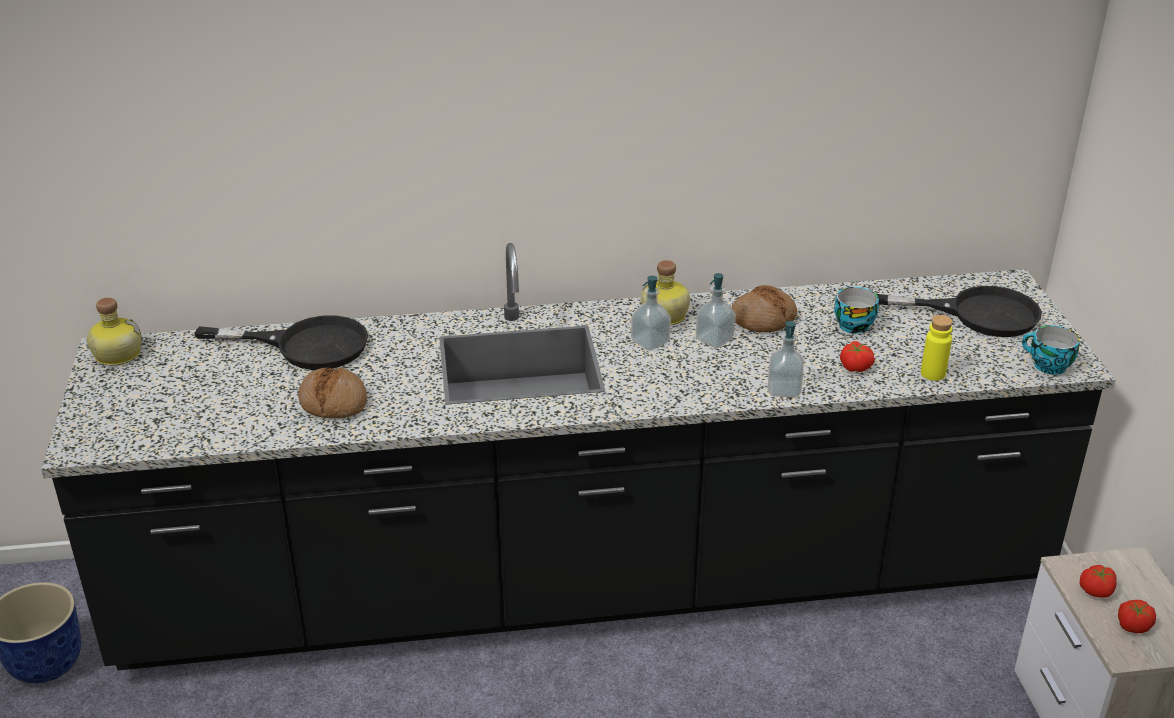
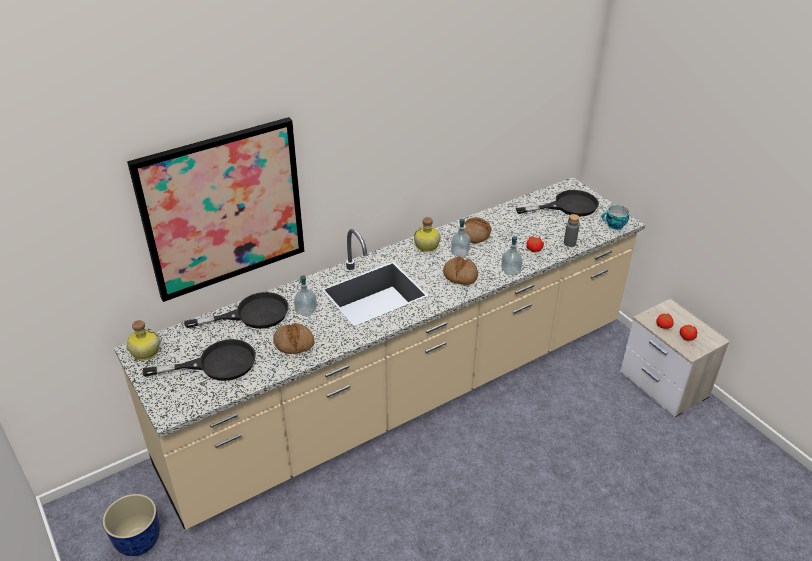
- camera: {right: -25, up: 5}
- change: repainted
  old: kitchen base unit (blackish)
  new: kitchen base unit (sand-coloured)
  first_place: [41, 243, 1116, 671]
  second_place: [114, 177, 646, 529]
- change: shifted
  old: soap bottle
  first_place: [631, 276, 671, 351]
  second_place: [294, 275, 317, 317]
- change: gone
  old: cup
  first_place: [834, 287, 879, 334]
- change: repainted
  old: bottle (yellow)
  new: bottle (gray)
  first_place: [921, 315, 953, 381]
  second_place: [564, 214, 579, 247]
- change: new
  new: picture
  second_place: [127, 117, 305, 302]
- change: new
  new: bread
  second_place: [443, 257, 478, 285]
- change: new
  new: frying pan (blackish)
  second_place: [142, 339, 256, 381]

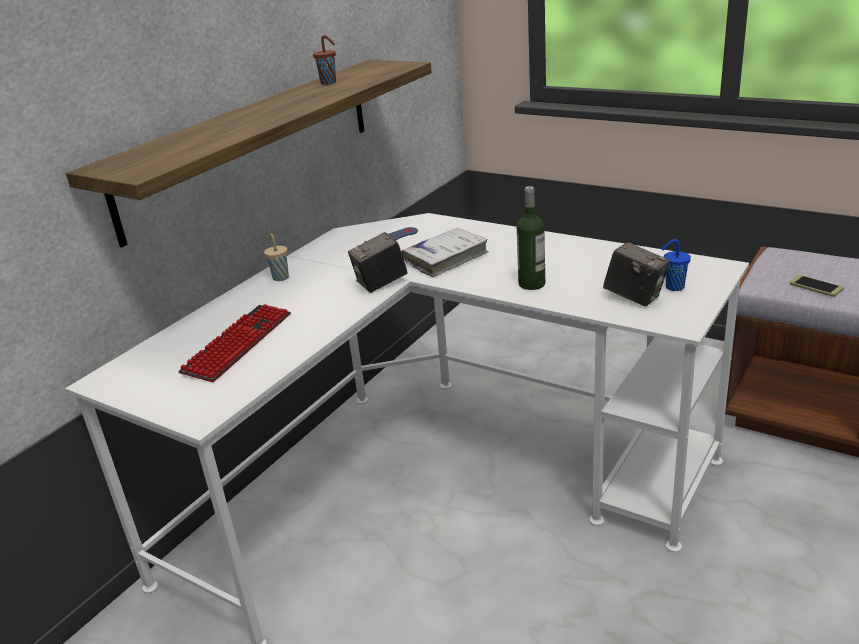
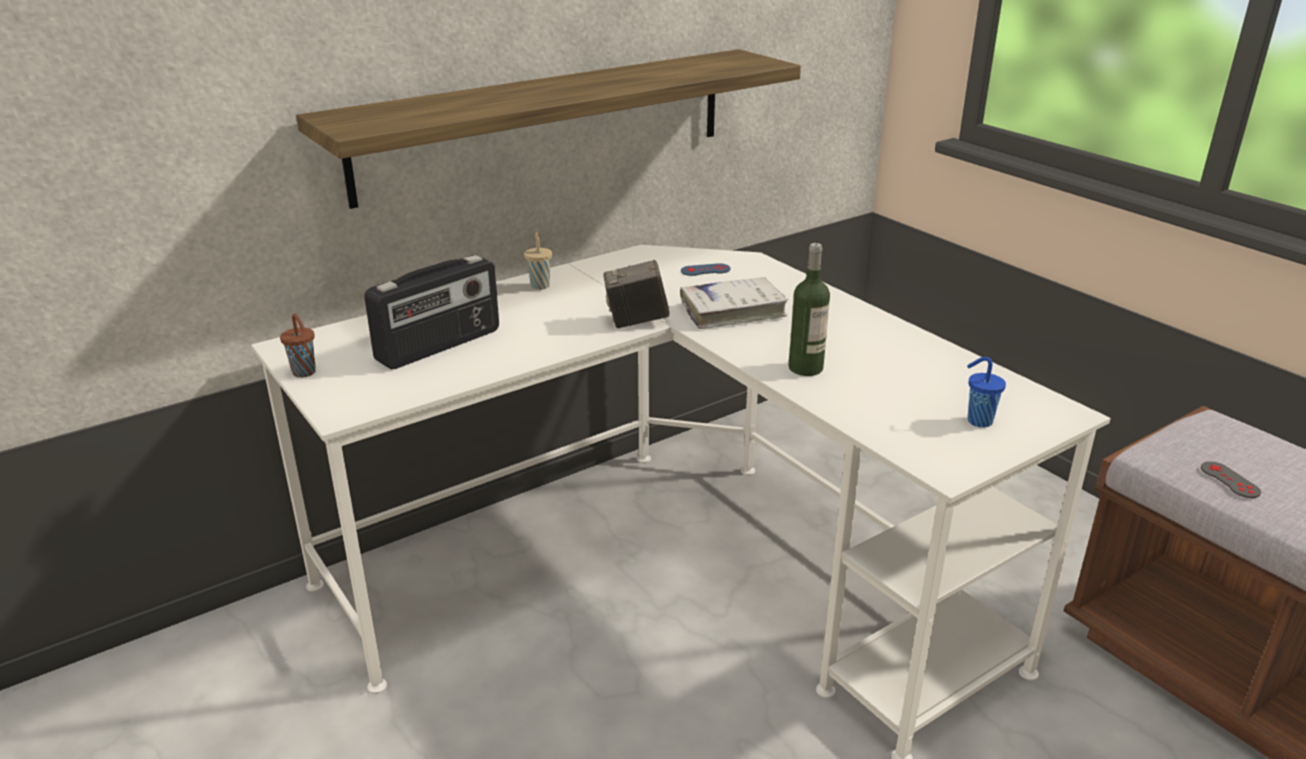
- camera: {right: 20, up: 0}
- change: shifted
  old: cup (brownish)
  first_place: [313, 35, 336, 85]
  second_place: [280, 314, 316, 378]
- change: gone
  old: still camera
  first_place: [603, 242, 670, 306]
- change: swapped
  old: telephone
  new: joypad (gray)
  first_place: [790, 275, 844, 297]
  second_place: [1201, 461, 1261, 498]
- change: swapped
  old: keyboard
  new: radio set
  first_place: [178, 304, 291, 382]
  second_place: [364, 255, 499, 370]

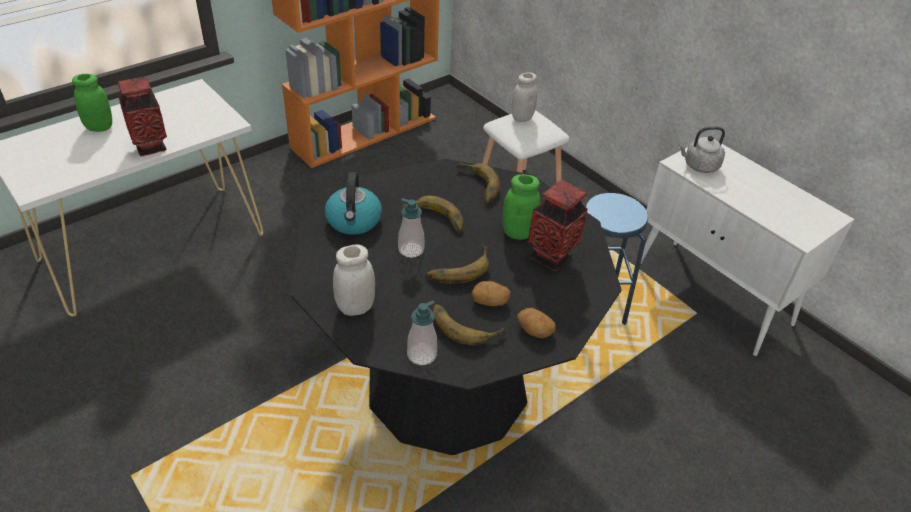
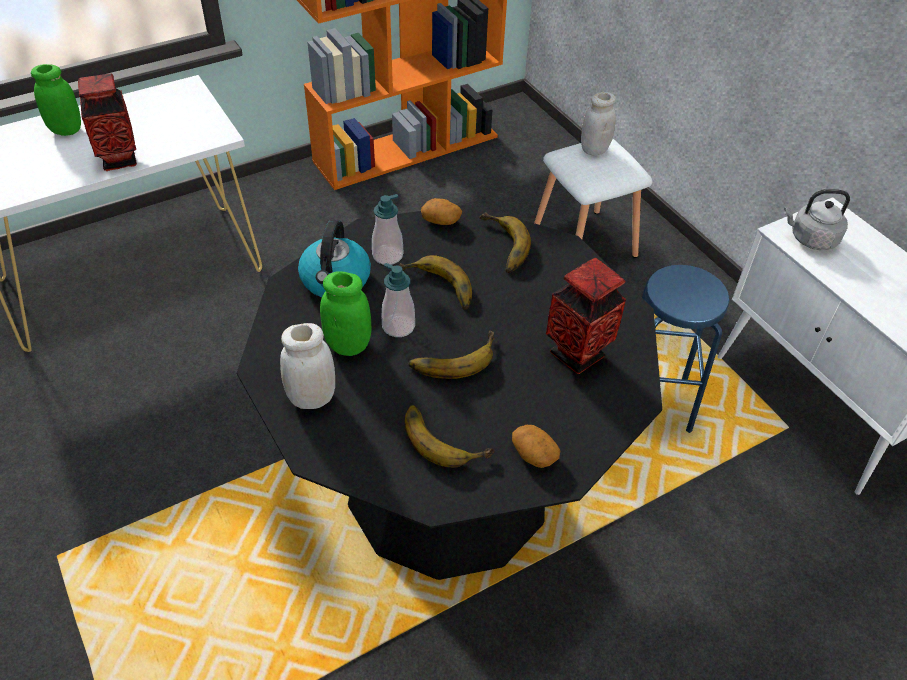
- camera: {right: 10, up: 5}
- change: shifted
  old: preserve jar (green-coloured)
  first_place: [502, 174, 540, 240]
  second_place: [320, 271, 371, 356]
- change: shifted
  old: whole potato
  first_place: [471, 281, 511, 306]
  second_place: [421, 198, 462, 225]
- change: shifted
  old: soap bottle
  first_place: [407, 300, 437, 365]
  second_place: [372, 194, 403, 265]

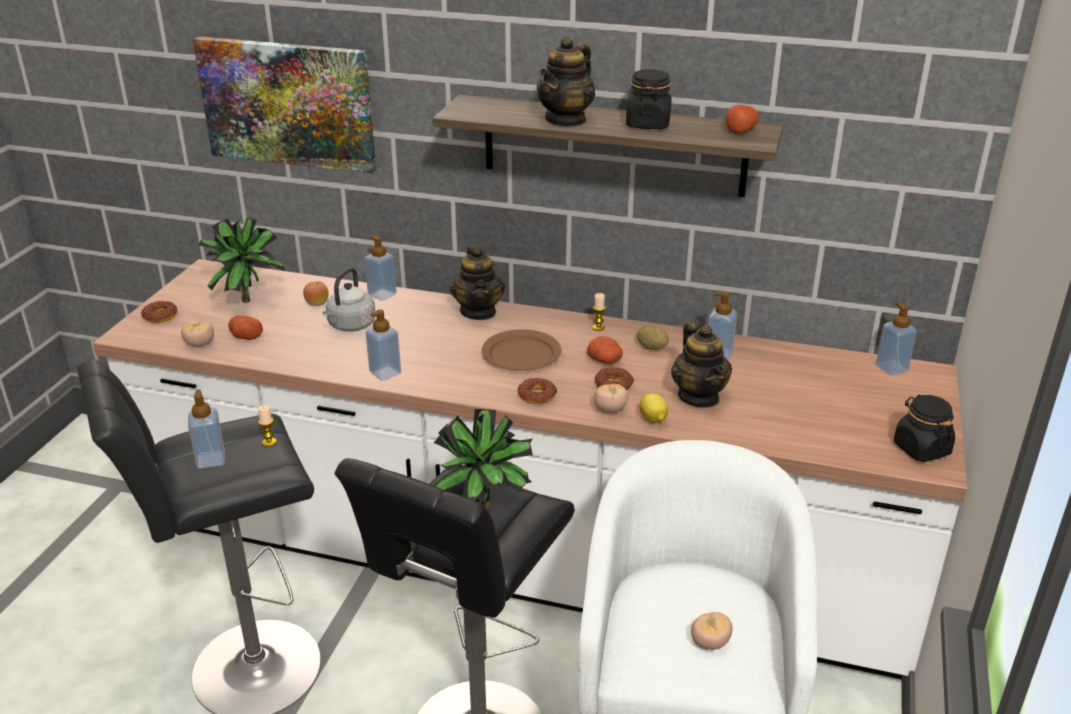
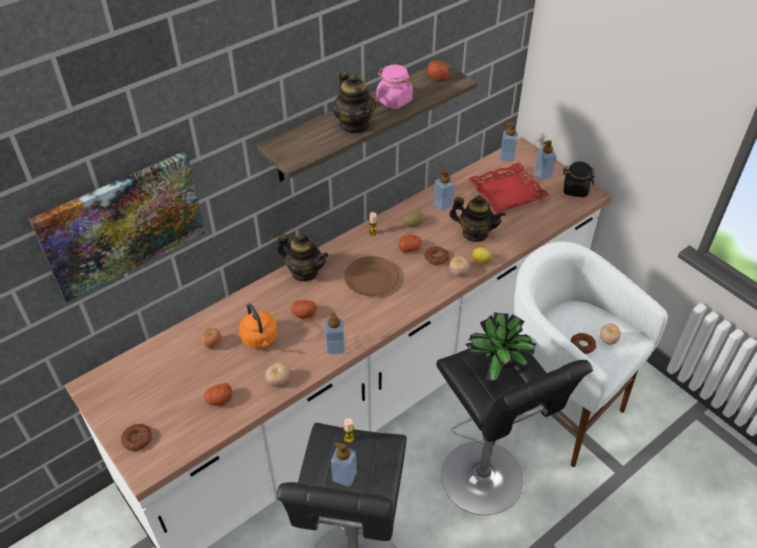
- camera: {right: -55, up: 15}
- change: repainted
  old: preserve jar (blackish)
  new: preserve jar (pink)
  first_place: [626, 69, 672, 129]
  second_place: [377, 65, 413, 109]
- change: gone
  old: houseplant
  first_place: [198, 218, 285, 303]
- change: shifted
  old: soap bottle
  first_place: [365, 235, 397, 301]
  second_place: [534, 140, 557, 180]
- change: repainted
  old: tea kettle (gray)
  new: tea kettle (orange-coloured)
  first_place: [323, 268, 375, 332]
  second_place: [239, 303, 277, 349]
- change: shifted
  old: fresh tomato
  first_place: [181, 321, 214, 347]
  second_place: [265, 363, 289, 386]
- change: shifted
  old: doughnut
  first_place: [518, 378, 557, 404]
  second_place: [571, 333, 596, 354]
- change: new
  new: tray (red)
  second_place: [467, 162, 549, 213]
- change: new
  new: whole potato
  second_place: [291, 300, 317, 319]

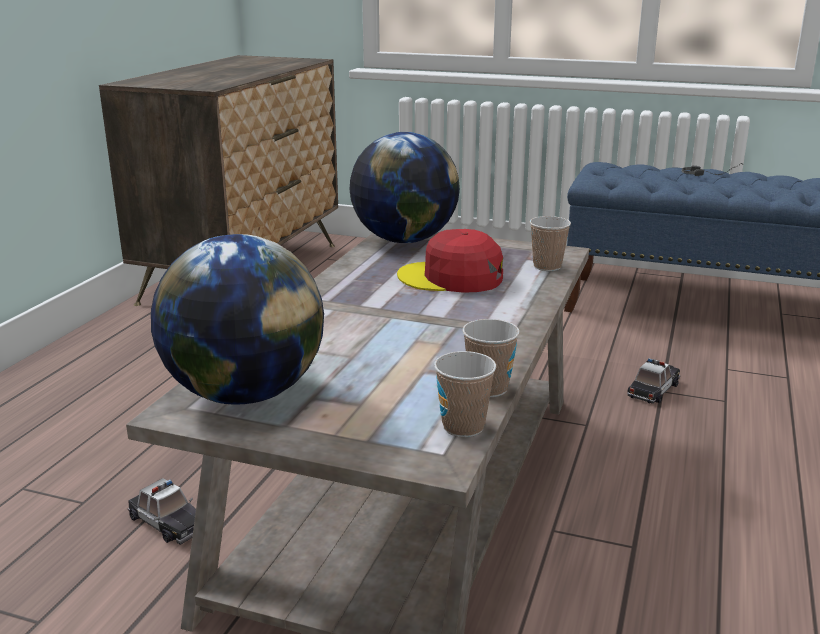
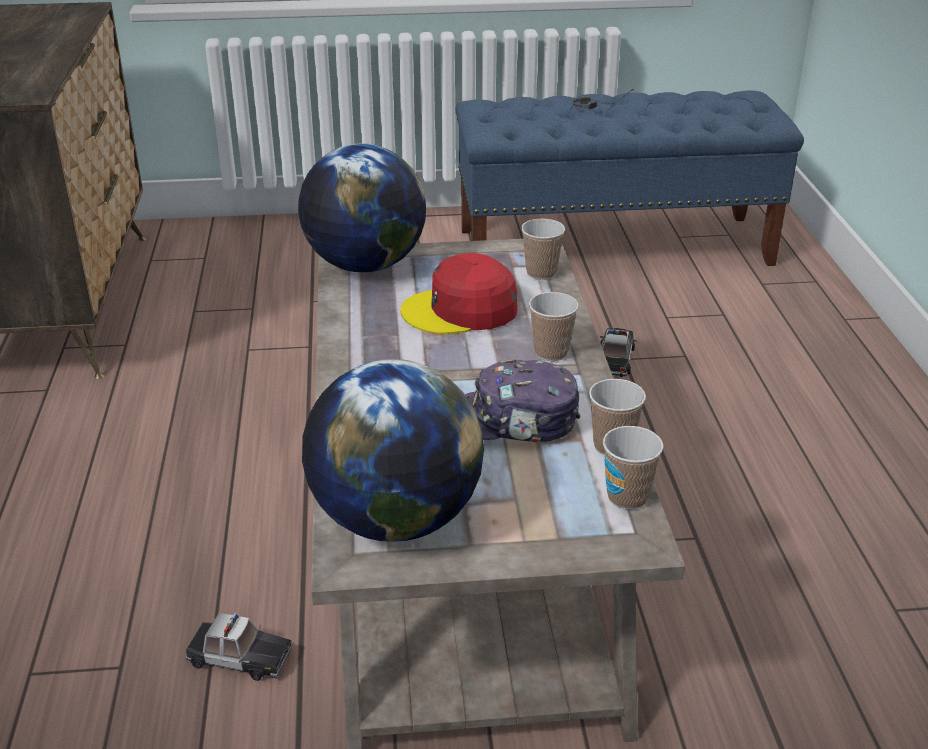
- camera: {right: -25, up: 10}
- change: new
  new: cup
  second_place: [529, 292, 579, 361]
- change: new
  new: baseball cap
  second_place: [465, 359, 581, 442]

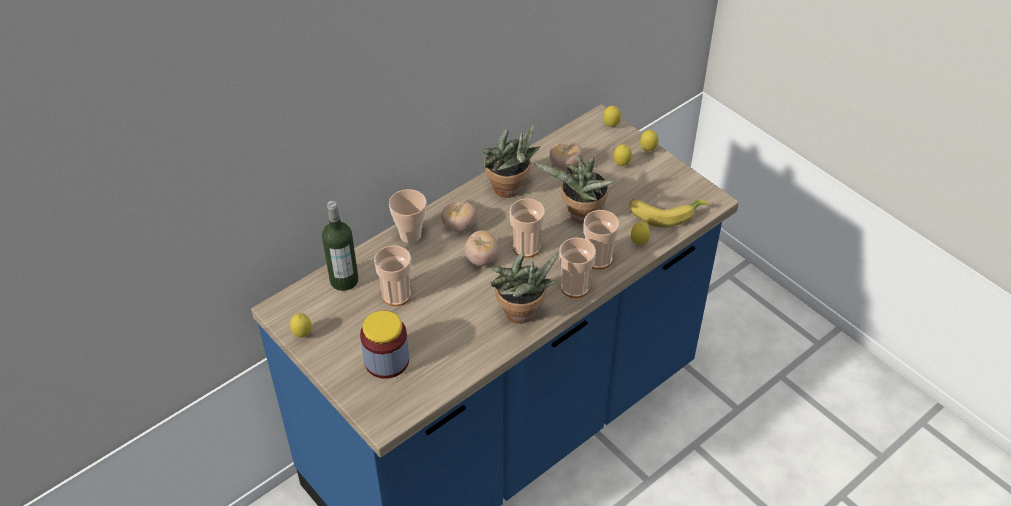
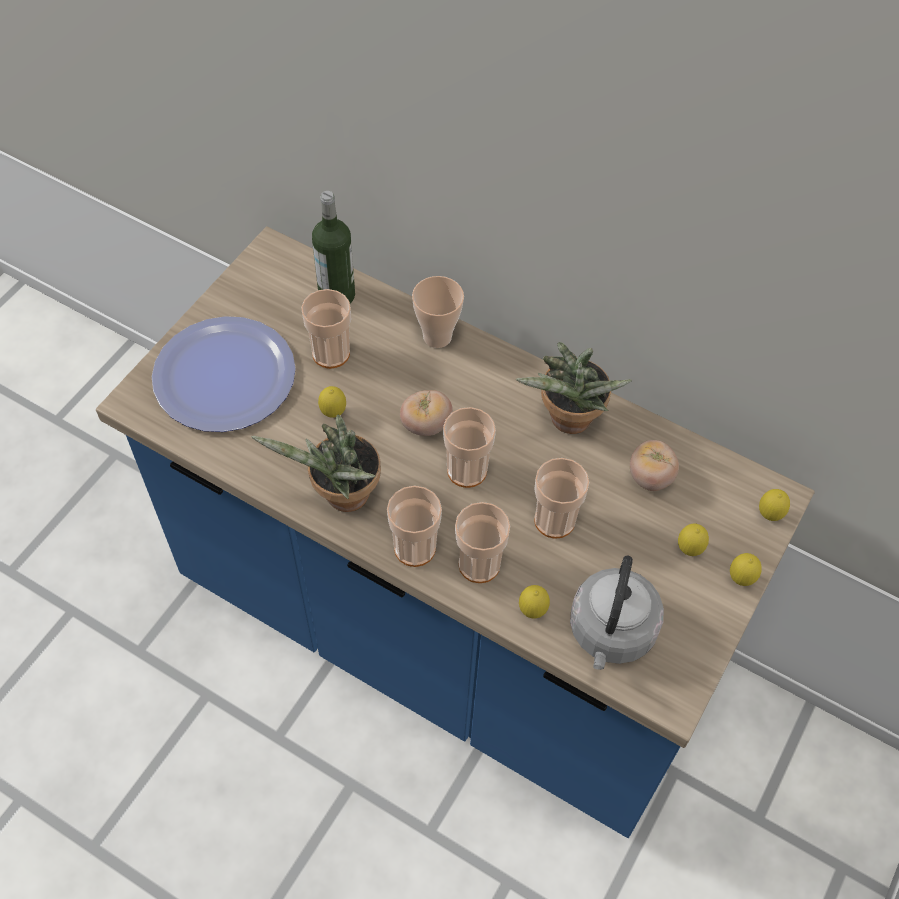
- camera: {right: 70, up: 10}
- change: swapped
  old: houseplant
  new: cup
  first_place: [534, 155, 615, 224]
  second_place: [534, 458, 589, 539]
- change: swapped
  old: banana fruit
  new: tea kettle (gray)
  first_place: [629, 199, 708, 227]
  second_place: [570, 556, 664, 670]
- change: gone
  old: fresh tomato
  first_place: [441, 202, 478, 232]
- change: swapped
  old: preserve jar
  new: flat dish
  first_place: [360, 310, 409, 379]
  second_place: [152, 316, 296, 432]
- change: shifted
  old: lemon
  first_place: [290, 313, 312, 337]
  second_place: [318, 386, 346, 418]

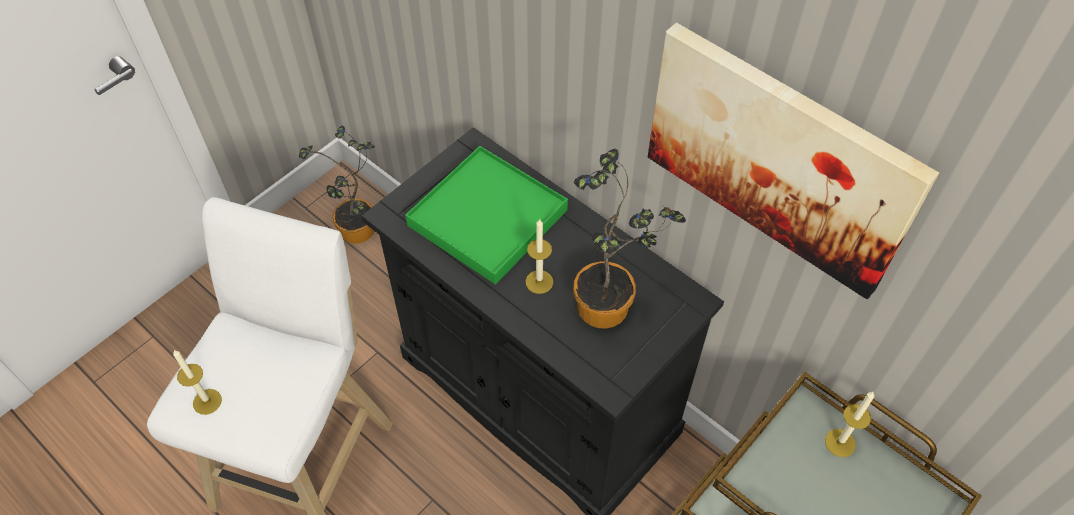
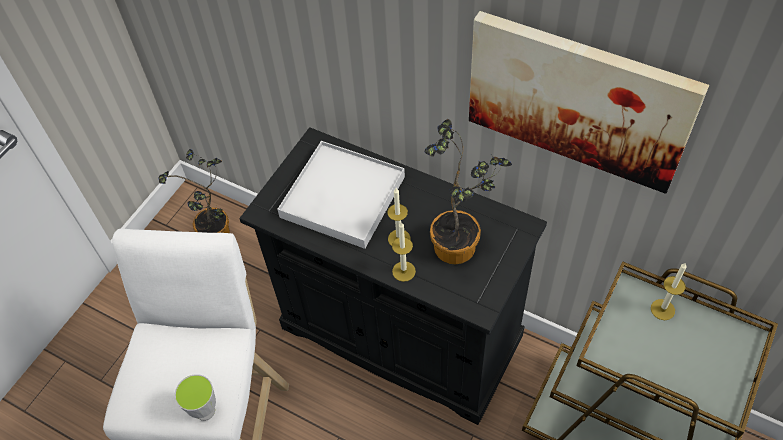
- camera: {right: -10, up: 0}
- change: repainted
  old: tray (green-coloured)
  new: tray (whitish)
  first_place: [405, 146, 568, 285]
  second_place: [277, 141, 405, 249]
- change: shifted
  old: wax candle
  first_place: [173, 350, 222, 415]
  second_place: [392, 222, 416, 282]
- change: new
  new: cup
  second_place: [174, 374, 216, 421]

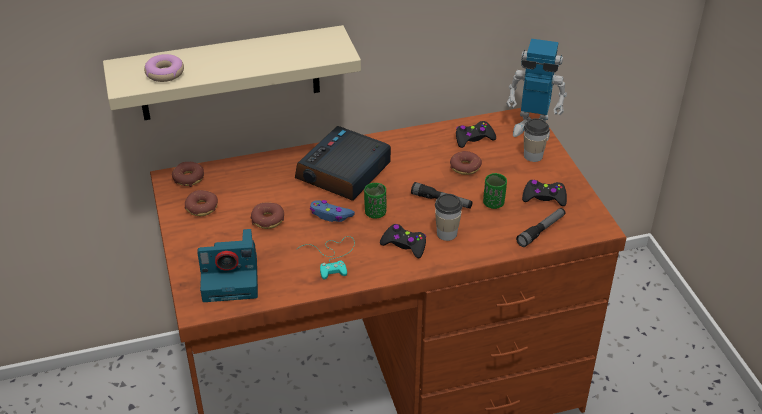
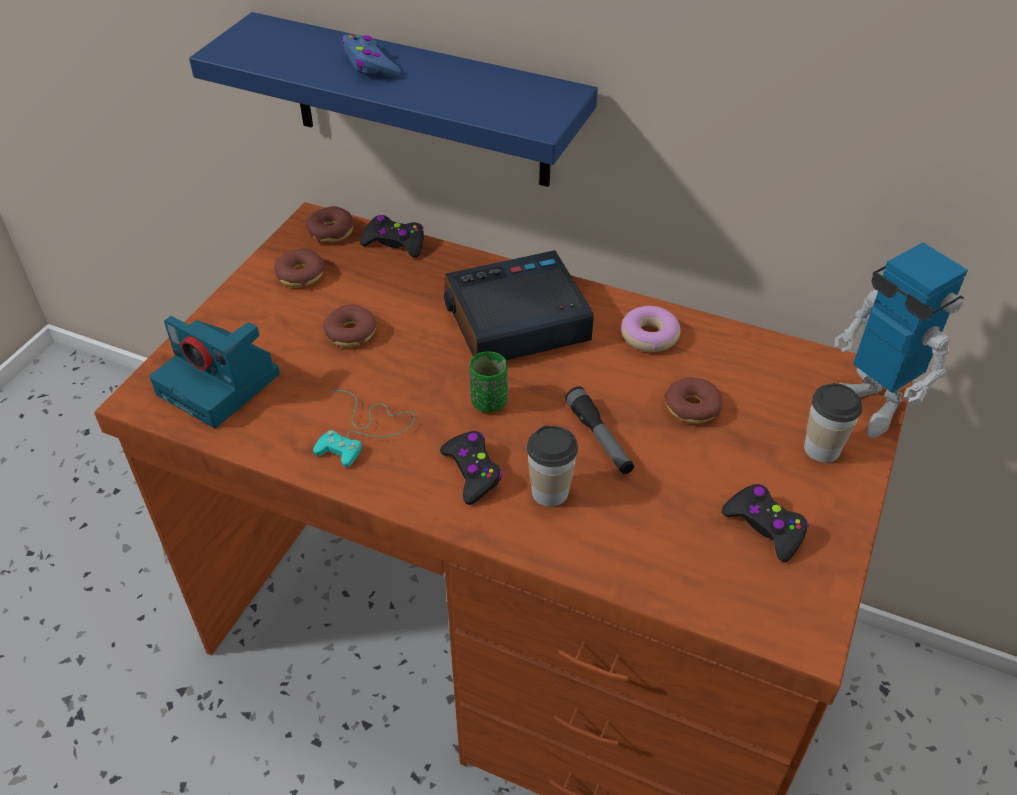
- camera: {right: 40, up: 5}
- change: repainted
  old: wall shelf (sand-coloured)
  new: wall shelf (blue-coloured)
  first_place: [103, 25, 361, 121]
  second_place: [189, 12, 598, 187]
- change: shifted
  old: doughnut
  first_place: [144, 54, 184, 82]
  second_place: [620, 306, 680, 352]
- change: shifted
  old: joypad (blackish)
  first_place: [456, 121, 496, 148]
  second_place: [360, 215, 424, 258]
- change: gone
  old: cup (green-coloured)
  first_place: [483, 173, 507, 209]
- change: shifted
  old: joypad (blue-coloured)
  first_place: [310, 200, 355, 222]
  second_place: [342, 34, 401, 77]
- change: gone
  old: hand torch
  first_place: [516, 208, 565, 247]

